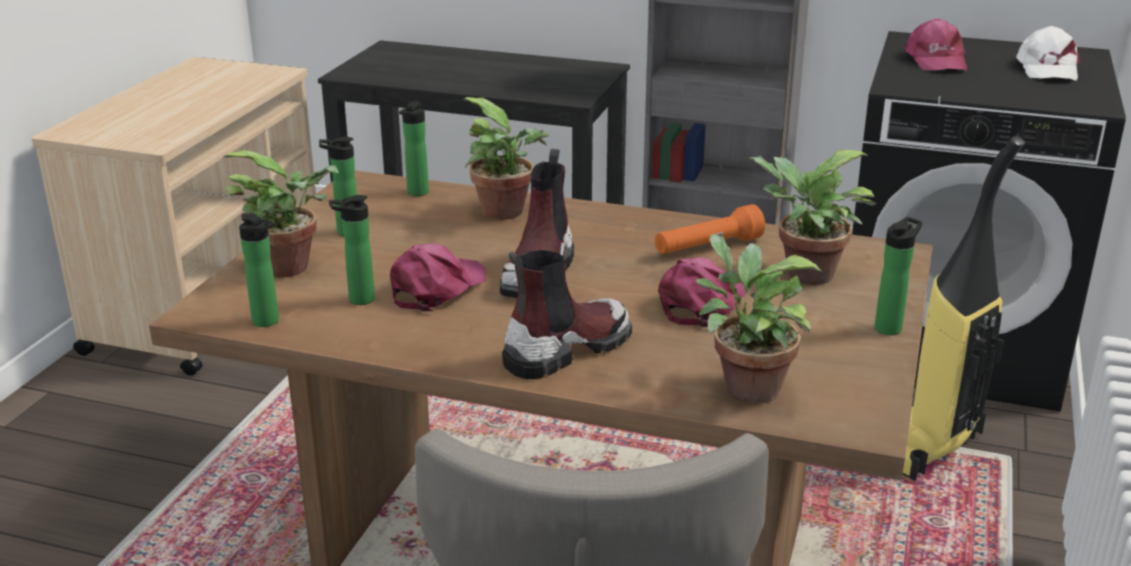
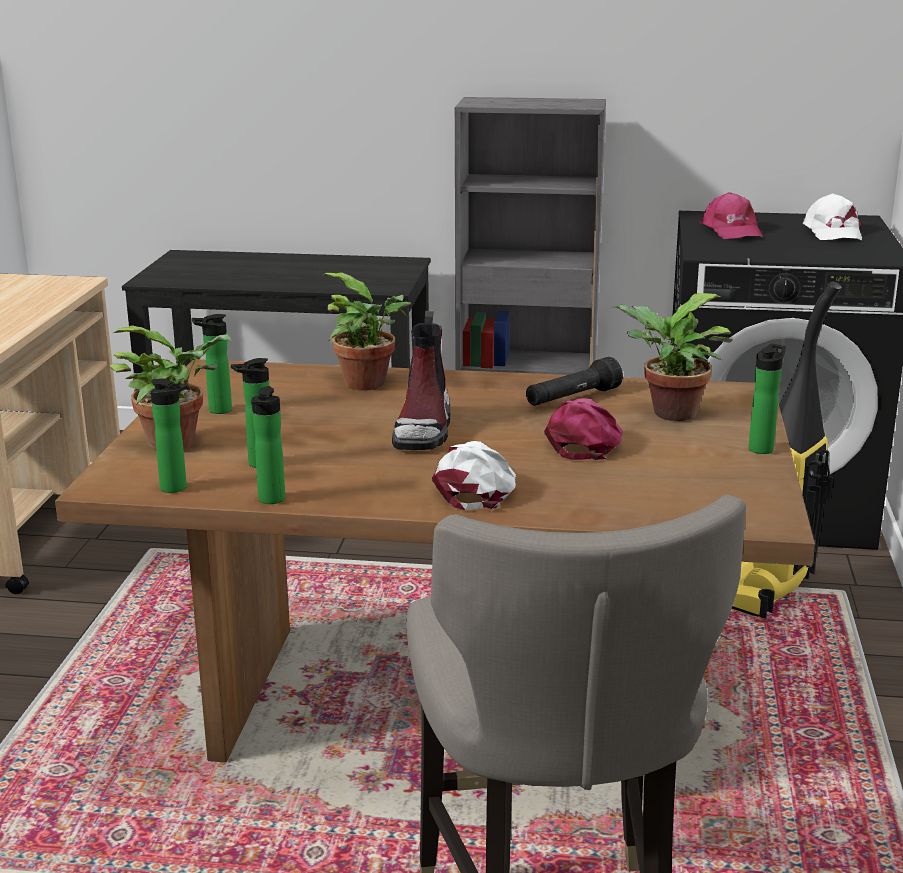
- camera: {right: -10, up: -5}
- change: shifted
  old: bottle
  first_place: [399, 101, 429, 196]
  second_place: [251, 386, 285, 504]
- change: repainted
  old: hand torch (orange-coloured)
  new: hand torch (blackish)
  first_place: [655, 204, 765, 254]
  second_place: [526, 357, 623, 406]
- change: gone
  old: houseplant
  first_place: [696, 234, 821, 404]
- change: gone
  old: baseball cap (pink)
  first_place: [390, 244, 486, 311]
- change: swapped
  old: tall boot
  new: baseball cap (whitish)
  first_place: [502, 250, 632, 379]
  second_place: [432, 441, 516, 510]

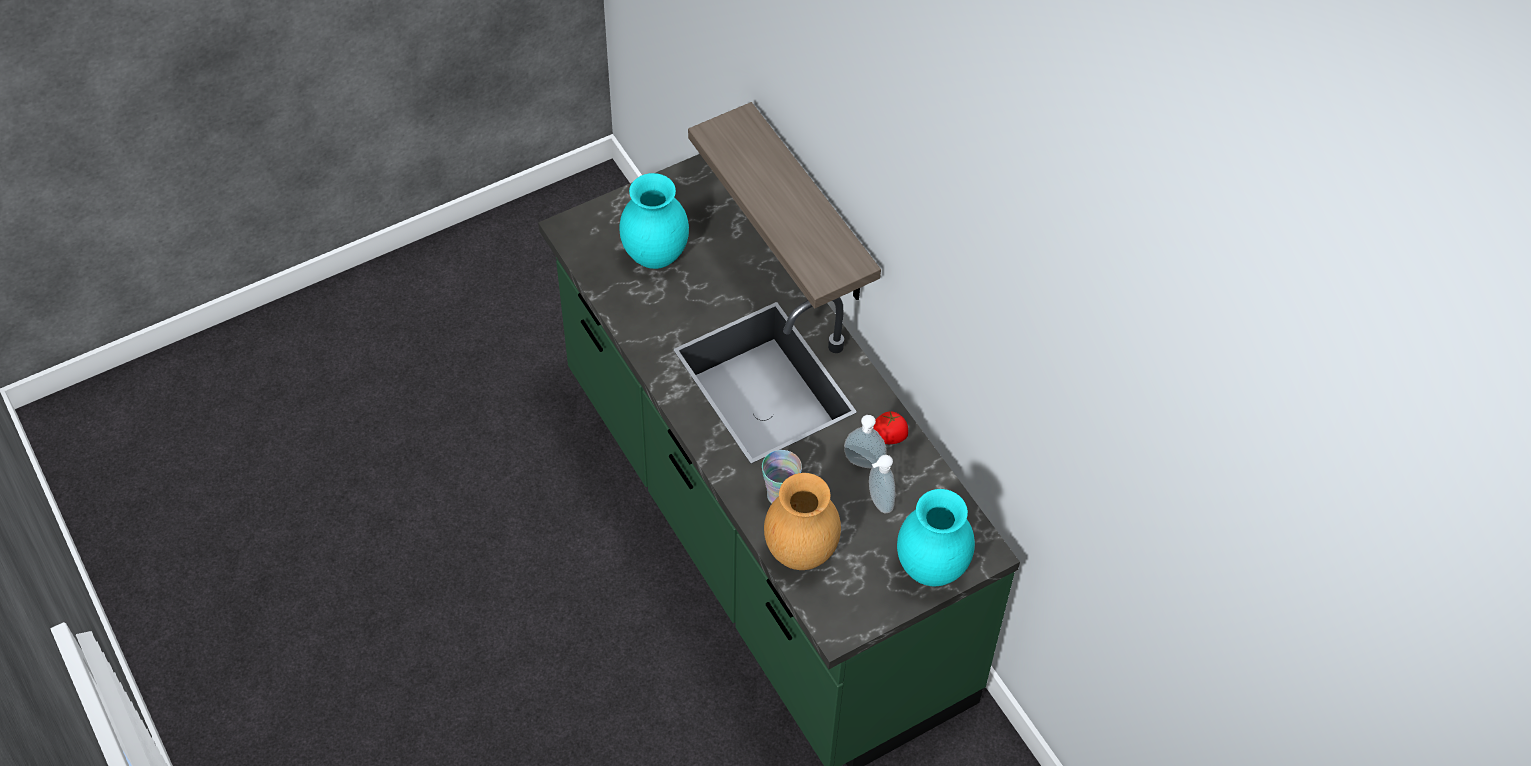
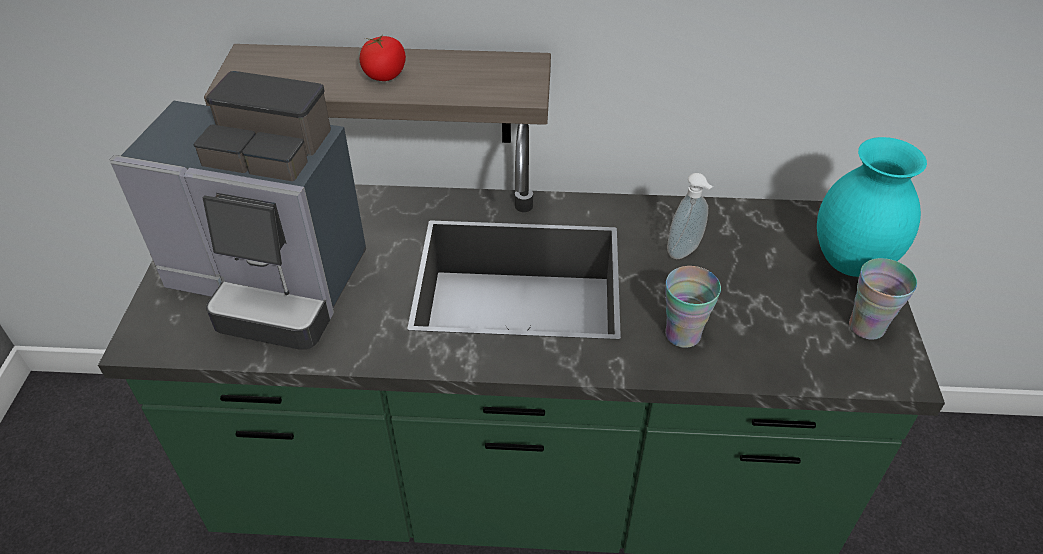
- camera: {right: -55, up: -10}
- change: swapped
  old: flower vase (blue-green)
  new: coffee machine
  first_place: [619, 173, 689, 269]
  second_place: [109, 71, 366, 350]
- change: shifted
  old: fresh tomato
  first_place: [873, 410, 908, 444]
  second_place: [360, 36, 406, 81]
- change: gone
  old: soap bottle
  first_place: [869, 455, 895, 513]
- change: gone
  old: flower vase (brownish)
  first_place: [764, 473, 841, 570]
- change: new
  new: cup
  second_place: [849, 258, 917, 340]

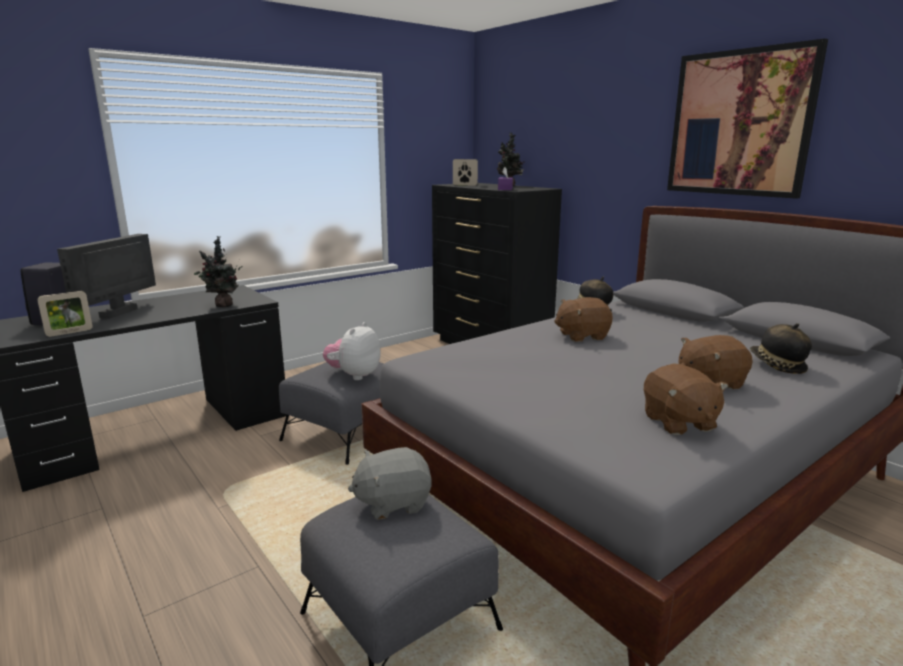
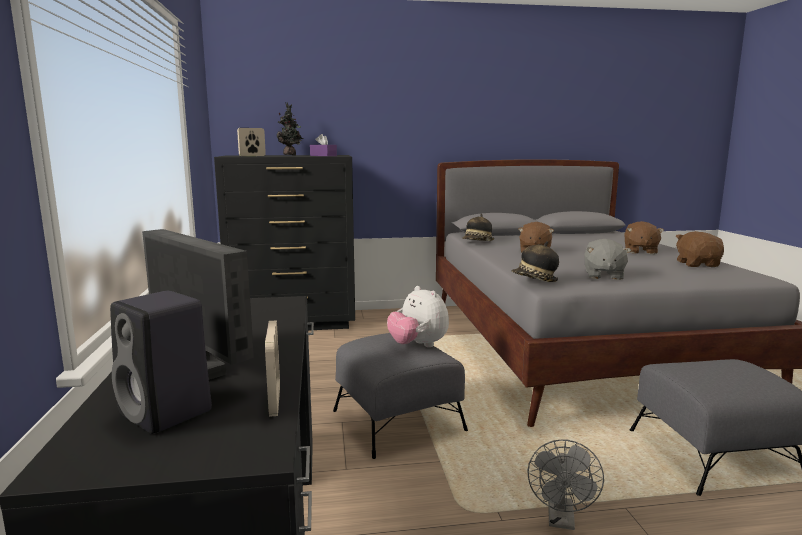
- camera: {right: -60, up: -5}
- change: gone
  old: picture
  first_place: [667, 39, 828, 199]
- change: gone
  old: houseplant
  first_place: [194, 236, 242, 307]
- change: shifted
  old: hat
  first_place: [750, 323, 812, 374]
  second_place: [512, 241, 559, 282]
- change: rotated
  old: cuddly toy (brownish)
  first_place: [644, 363, 729, 435]
  second_place: [676, 231, 724, 267]
  degrees: -105
- change: shifted
  old: cuddly toy (gray)
  first_place: [348, 447, 432, 520]
  second_place: [584, 239, 631, 280]
- change: new
  new: fan (gray)
  second_place: [528, 440, 604, 530]

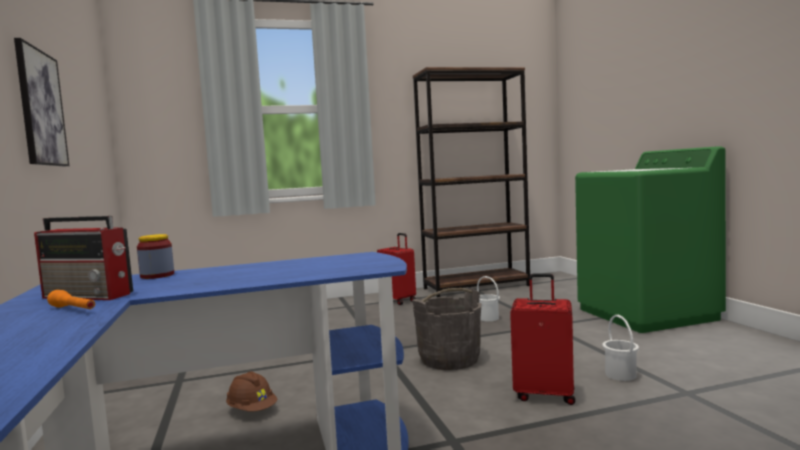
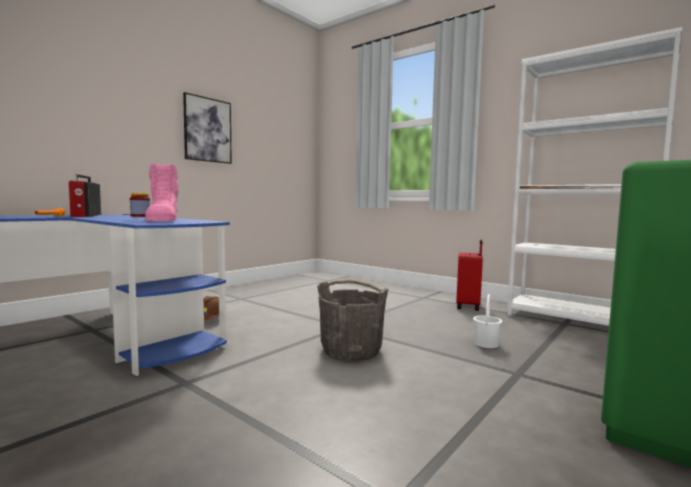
- camera: {right: 55, up: 0}
- change: repainted
  old: bookcase (brownish)
  new: bookcase (whitish)
  first_place: [413, 67, 530, 297]
  second_place: [507, 27, 682, 326]
- change: gone
  old: travel case (red)
  first_place: [510, 273, 575, 405]
- change: gone
  old: bucket (whitish)
  first_place: [602, 315, 639, 381]
- change: new
  new: tall boot (pink)
  second_place: [145, 164, 178, 221]

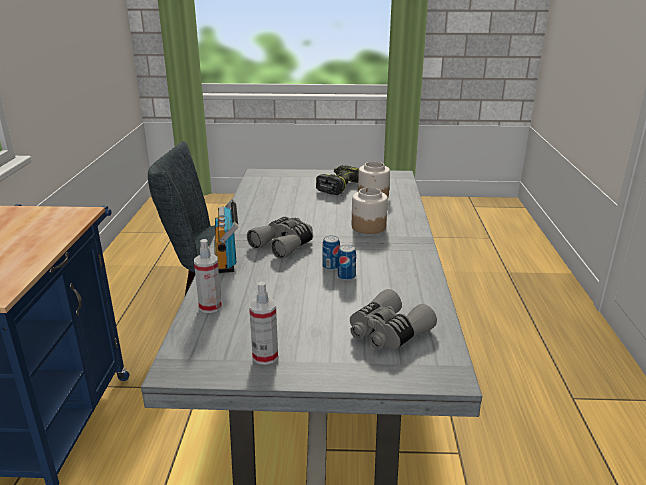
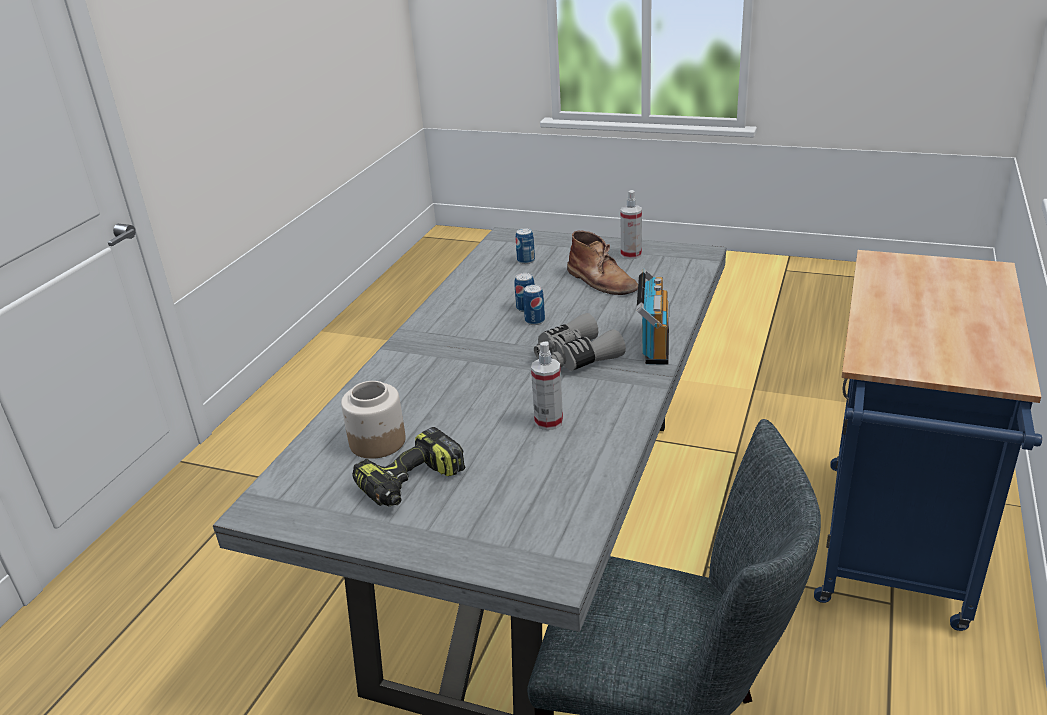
- camera: {right: -160, up: 5}
- change: gone
  old: preserve jar
  first_place: [352, 188, 388, 234]
- change: shifted
  old: hand sprayer
  first_place: [194, 239, 222, 313]
  second_place: [531, 341, 563, 430]
- change: swapped
  old: pair of binoculars (gray)
  new: metal can
  first_place: [350, 289, 437, 349]
  second_place: [516, 228, 535, 264]
- change: new
  new: tall boot (brownish)
  second_place: [567, 231, 638, 295]

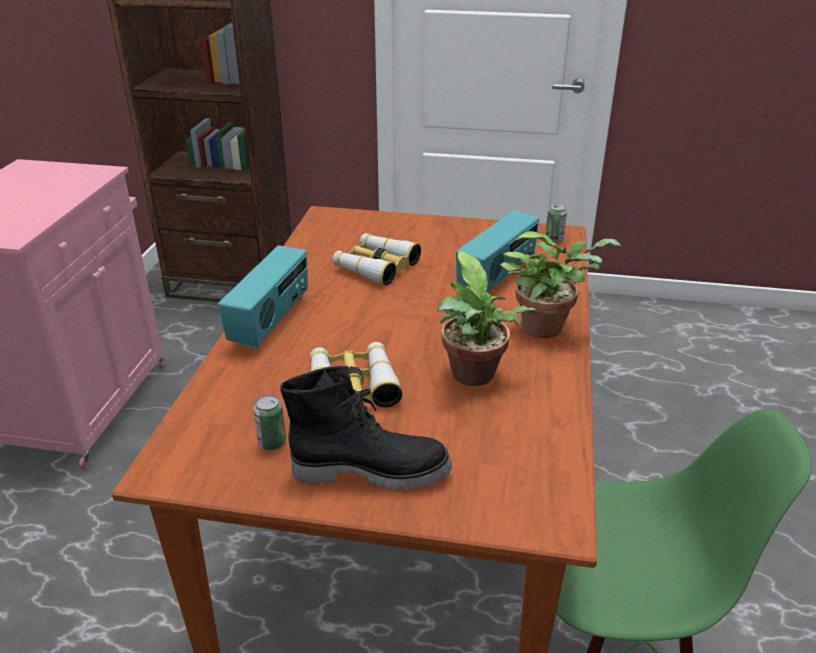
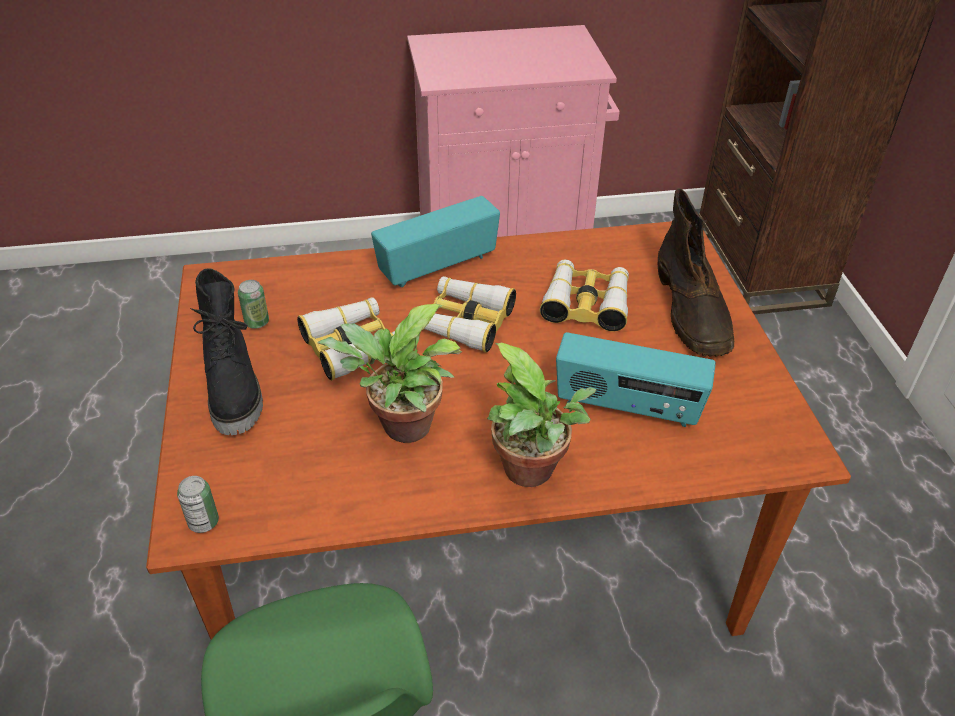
- camera: {right: 70, up: 10}
- change: shifted
  old: metal can
  first_place: [545, 204, 567, 243]
  second_place: [177, 476, 219, 533]
- change: rotated
  old: radio set
  first_place: [218, 246, 308, 350]
  second_place: [371, 196, 500, 287]
  degrees: 150
- change: new
  new: tall boot (brownish)
  second_place: [658, 188, 734, 357]
- change: new
  new: pair of binoculars
  second_place: [423, 276, 516, 353]

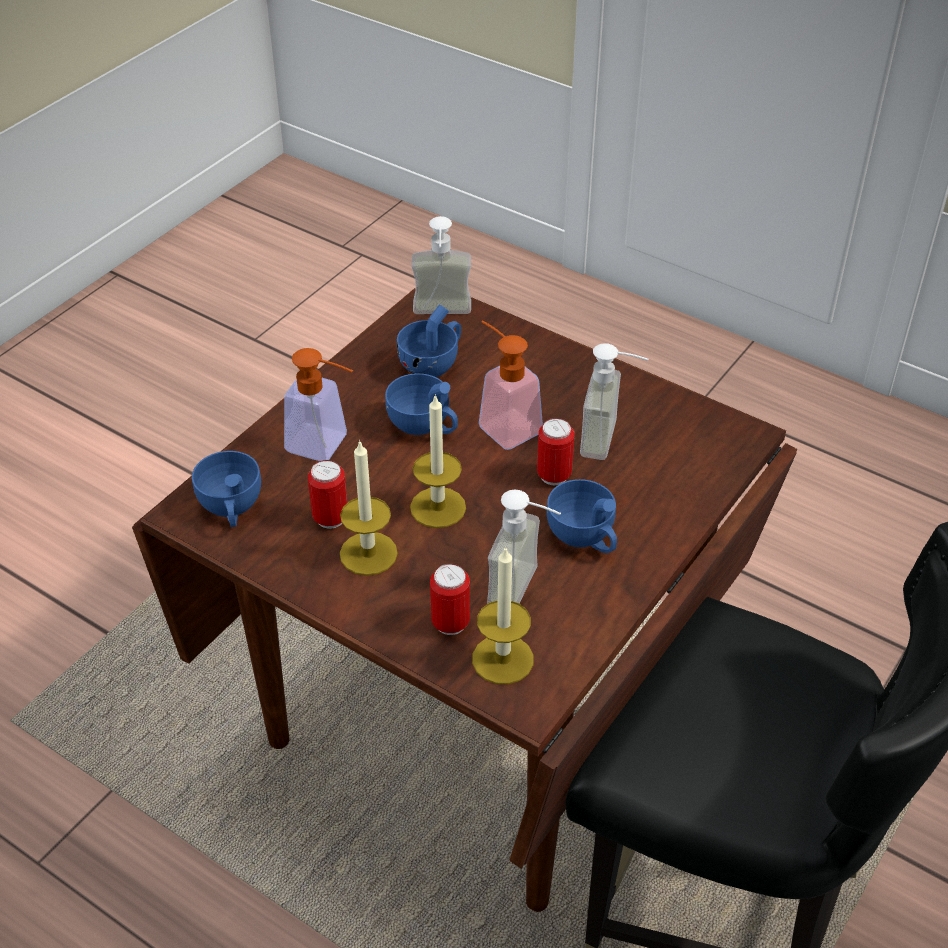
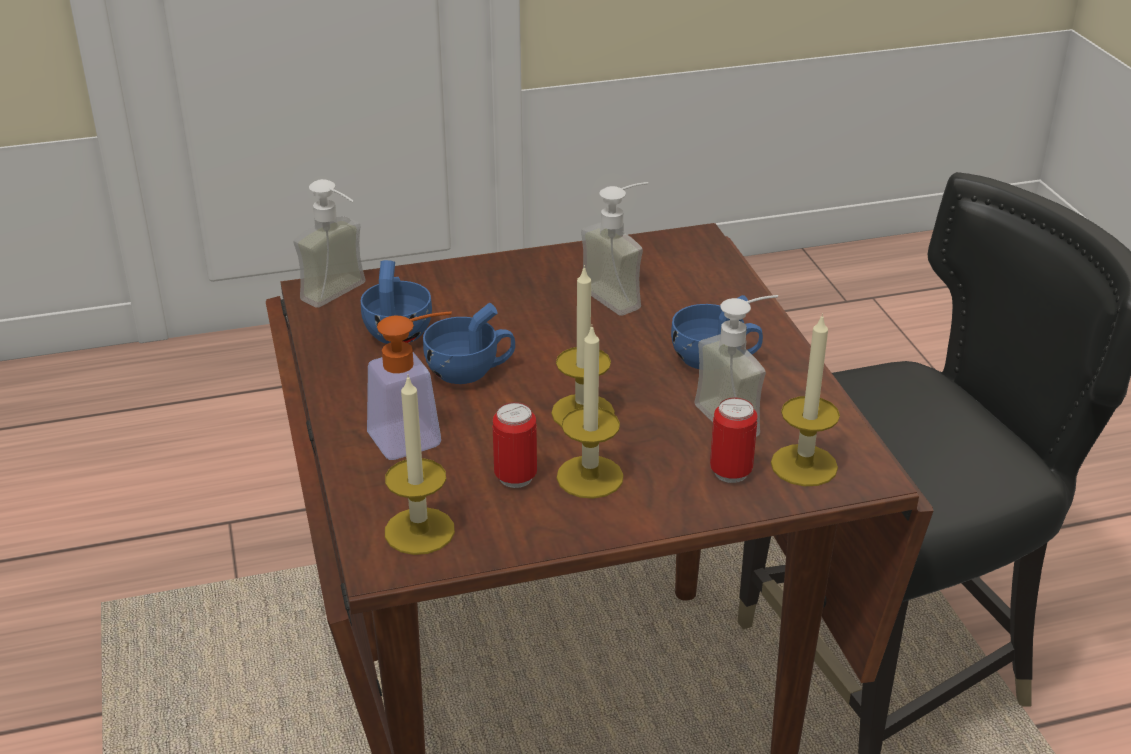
- camera: {right: -50, up: -10}
- change: gone
  old: soap bottle
  first_place: [479, 321, 543, 450]
- change: gone
  old: metal can
  first_place: [537, 418, 575, 485]
- change: swapped
  old: cup (blue-coloured)
  new: wax candle
  first_place: [192, 451, 261, 527]
  second_place: [385, 377, 455, 555]

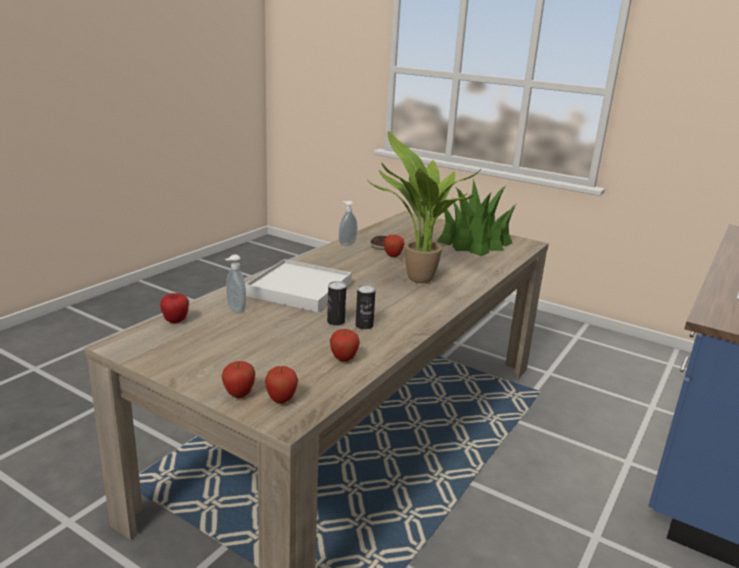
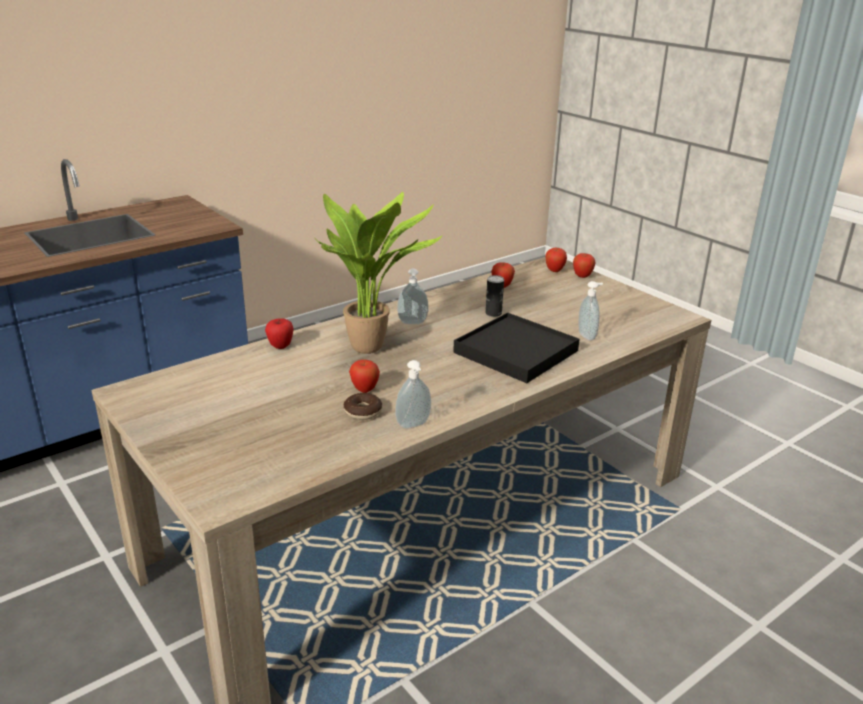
- camera: {right: -160, up: 5}
- change: gone
  old: houseplant
  first_place: [437, 179, 516, 256]
- change: repainted
  old: tray (whitish)
  new: tray (blackish)
  first_place: [245, 259, 352, 312]
  second_place: [453, 313, 580, 383]
- change: gone
  old: metal can
  first_place: [356, 285, 376, 330]
- change: shifted
  old: apple fruit
  first_place: [160, 293, 189, 323]
  second_place: [265, 318, 294, 349]
- change: new
  new: soap bottle
  second_place: [397, 269, 429, 324]

